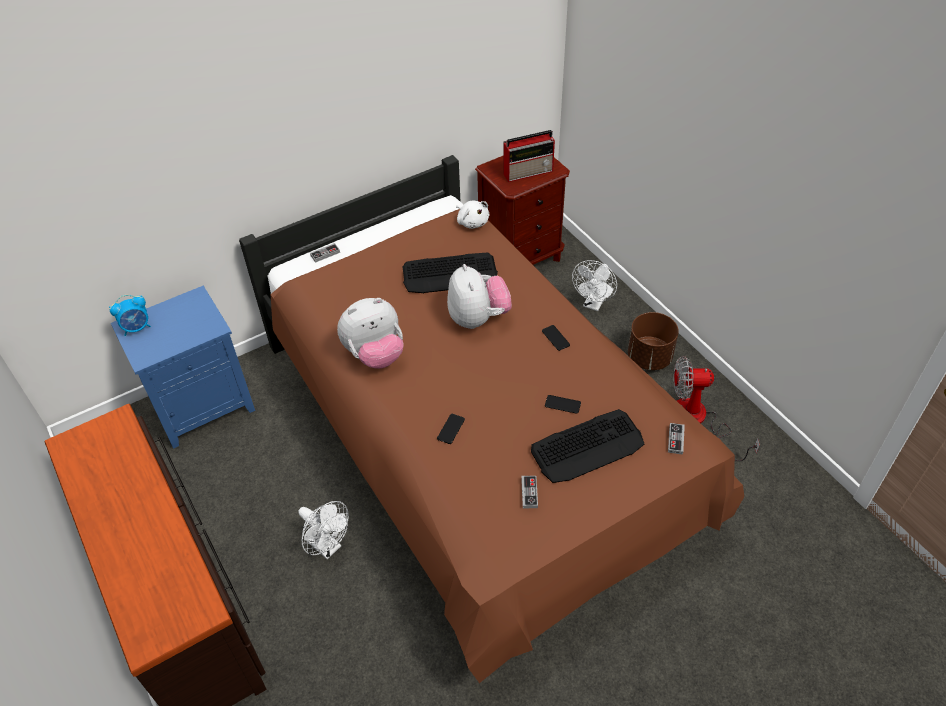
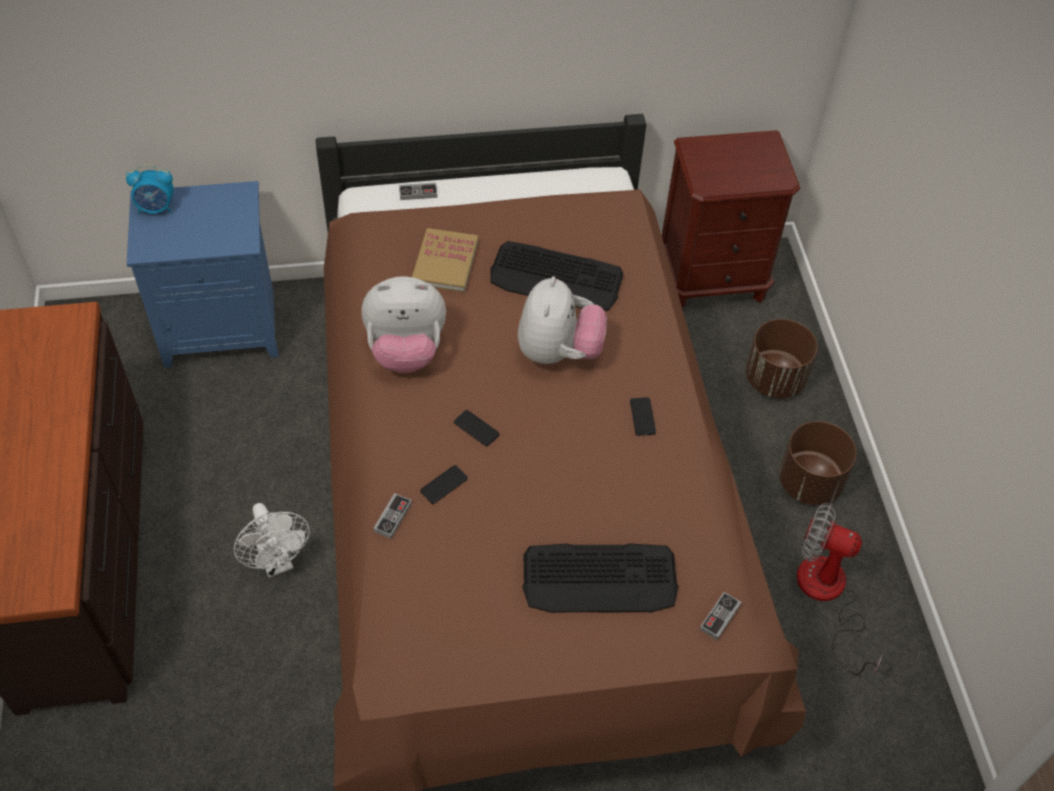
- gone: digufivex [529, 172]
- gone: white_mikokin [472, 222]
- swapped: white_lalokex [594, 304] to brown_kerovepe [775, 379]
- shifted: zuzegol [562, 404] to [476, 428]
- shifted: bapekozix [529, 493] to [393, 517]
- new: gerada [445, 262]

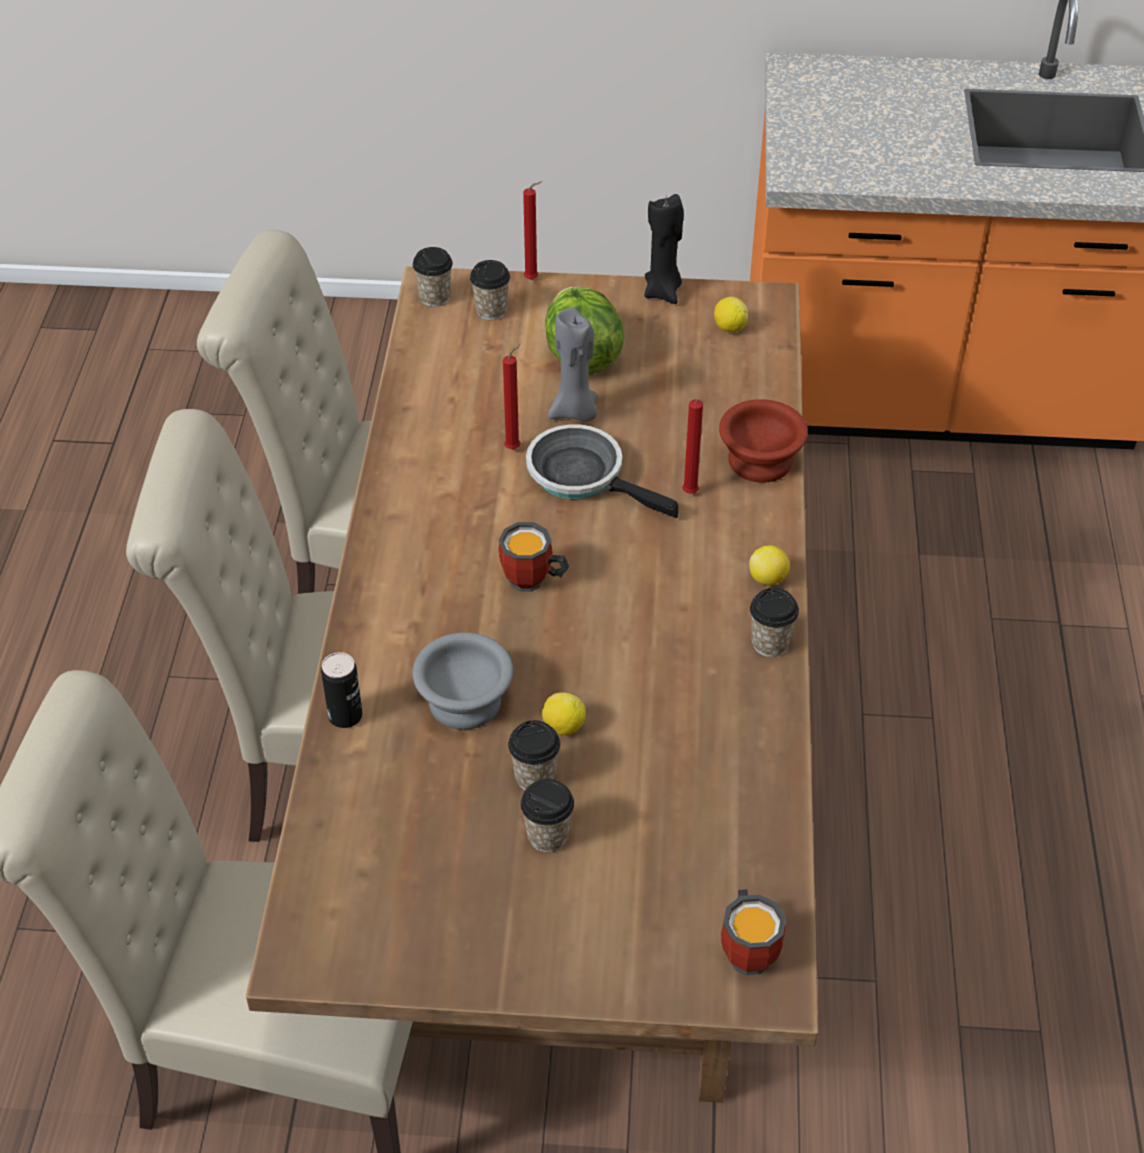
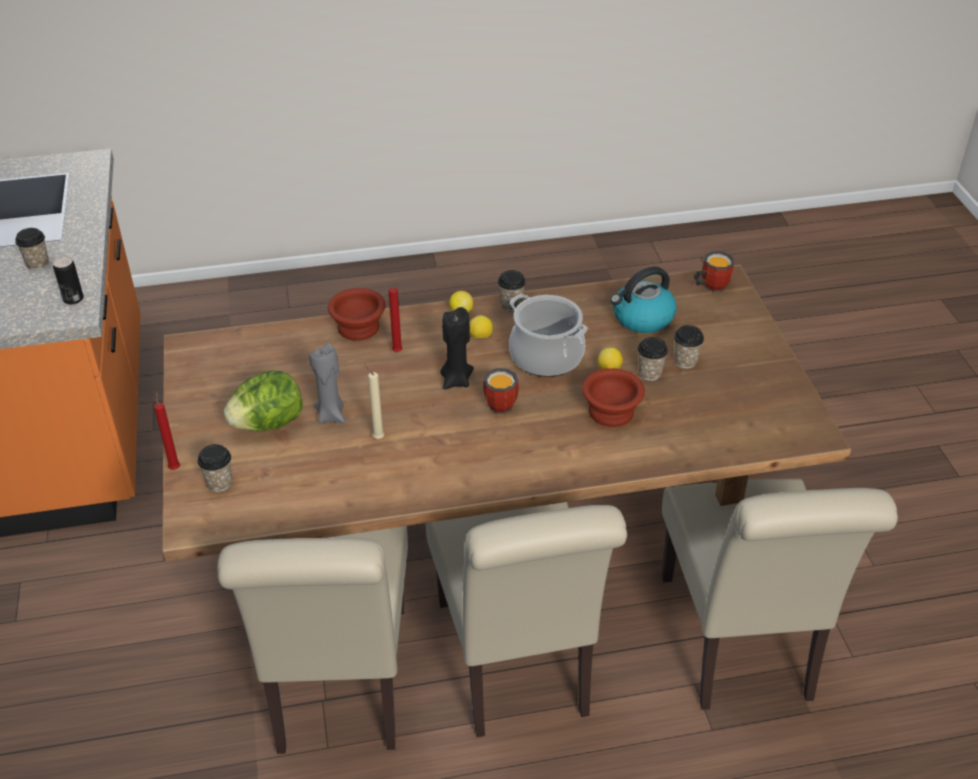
- shifted: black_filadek [663, 292] to [456, 380]
- shifted: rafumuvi [434, 297] to [37, 263]
- shifted: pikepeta [729, 327] to [480, 337]
- repainted: red_filadek [514, 448] to beige_filadek [377, 437]
- gone: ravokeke [583, 476]
- repainted: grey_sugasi [466, 704] to brown_sugasi [612, 411]
- shifted: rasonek [345, 716] to [73, 299]
- new: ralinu [642, 318]
- new: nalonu [546, 356]

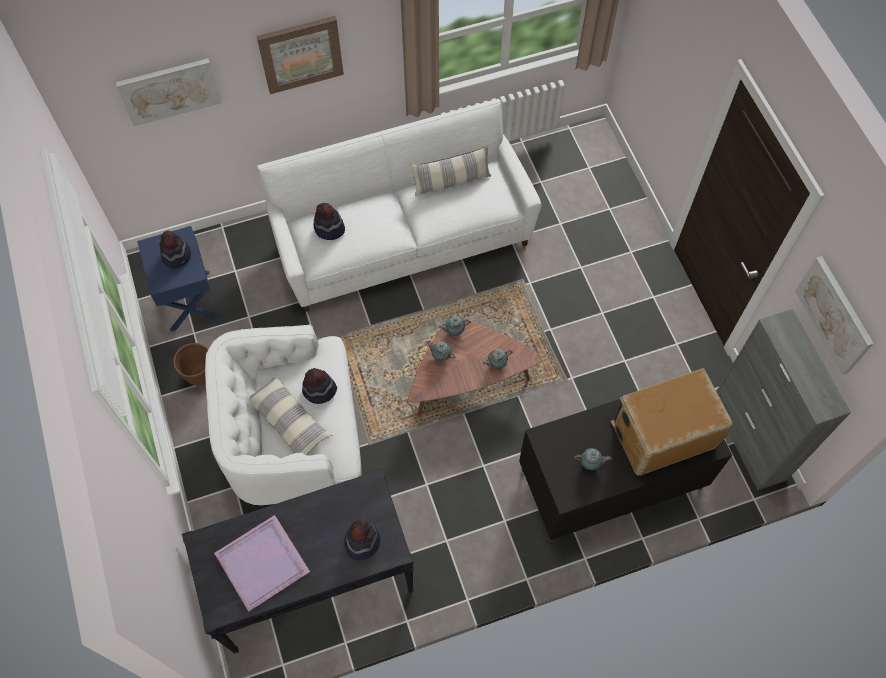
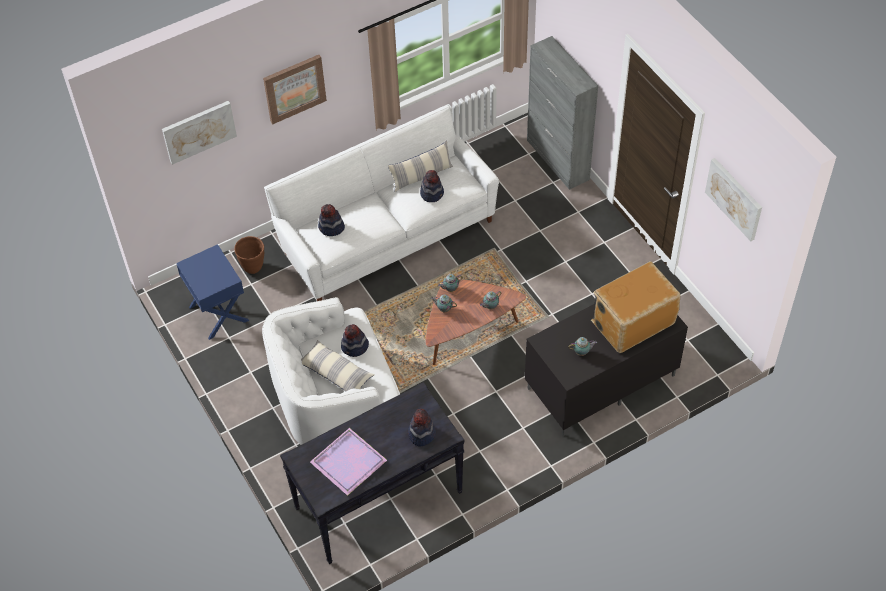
- shifted: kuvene [177, 256] to [432, 193]
- shifted: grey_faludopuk [748, 439] to [558, 160]
- shifted: brown_kerovepe [200, 376] to [253, 267]

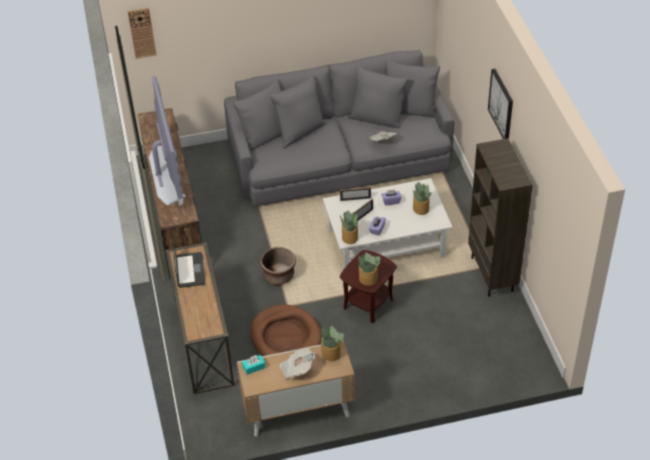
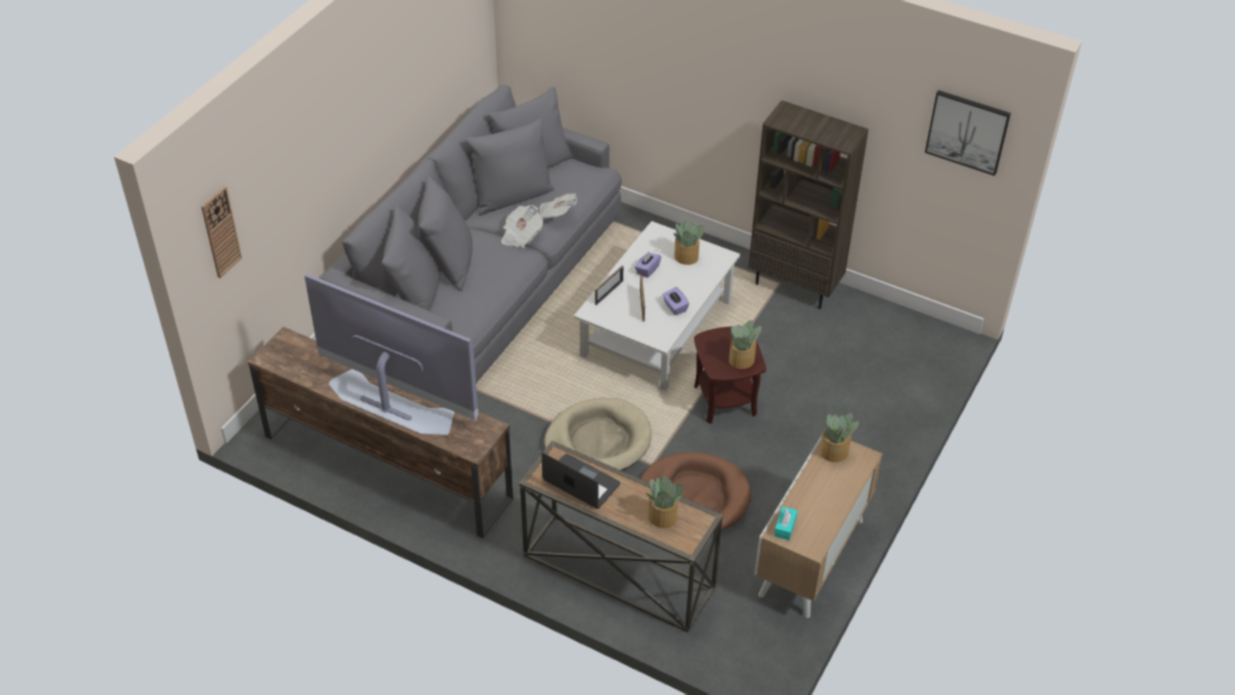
- shifted: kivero [501, 105] to [967, 131]
- shifted: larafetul [349, 238] to [663, 517]
- swapped: brown_kerovepe [279, 275] to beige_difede [597, 441]
- shifted: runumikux [297, 369] to [521, 235]

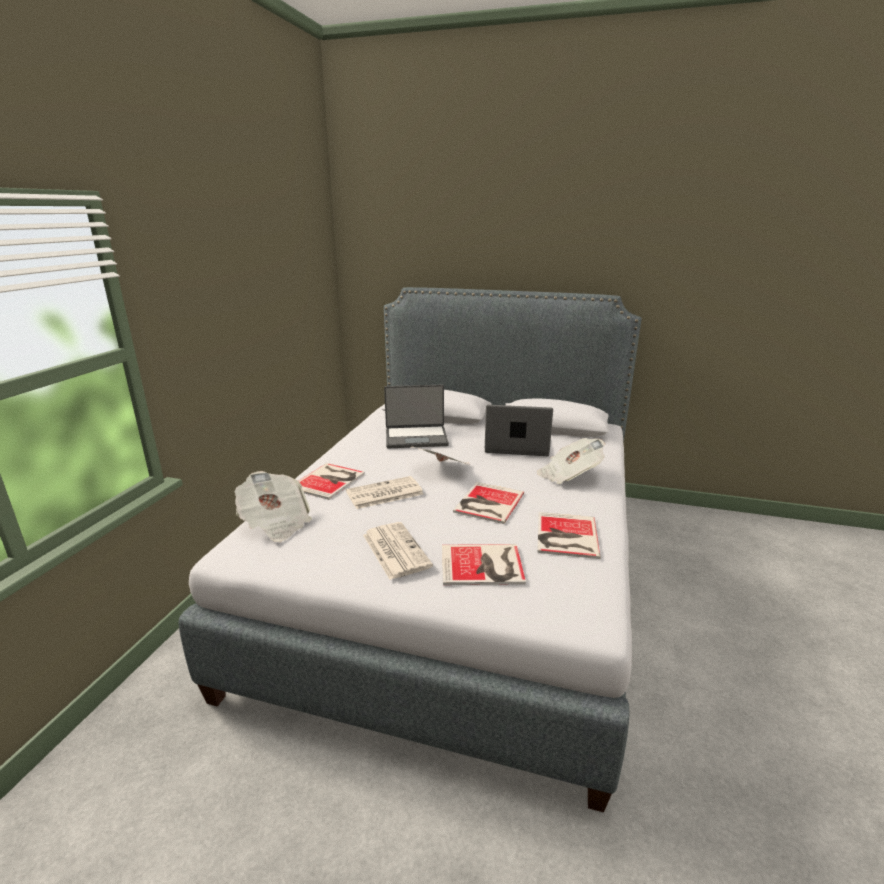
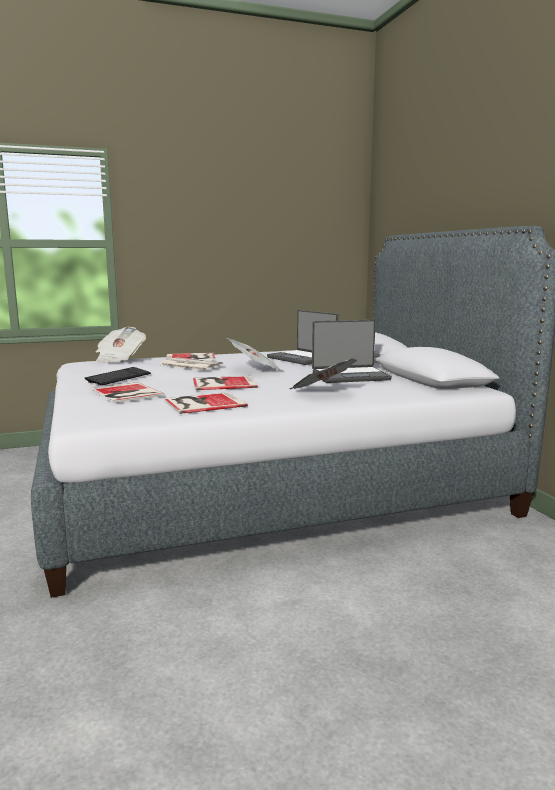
- rotated: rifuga [516, 446] = [350, 376] 105 degrees clockwise
- swapped: runumikux [395, 550] to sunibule [119, 378]

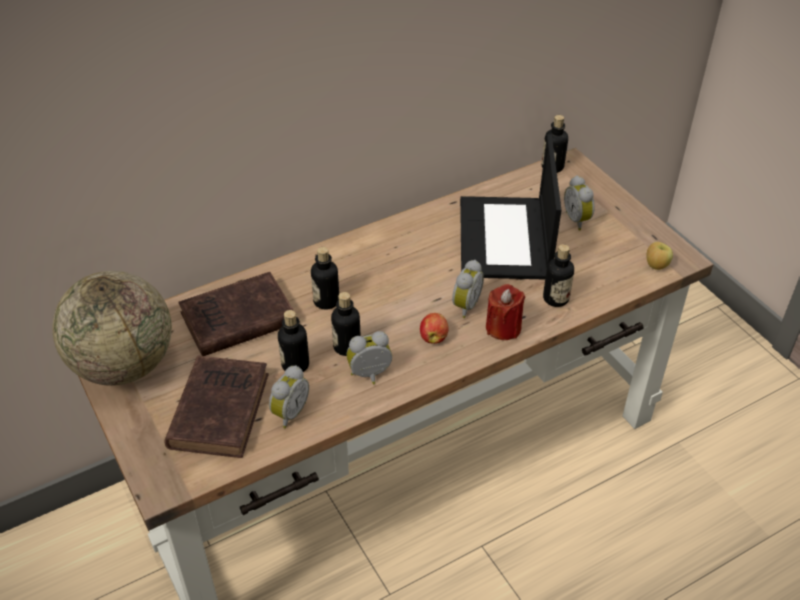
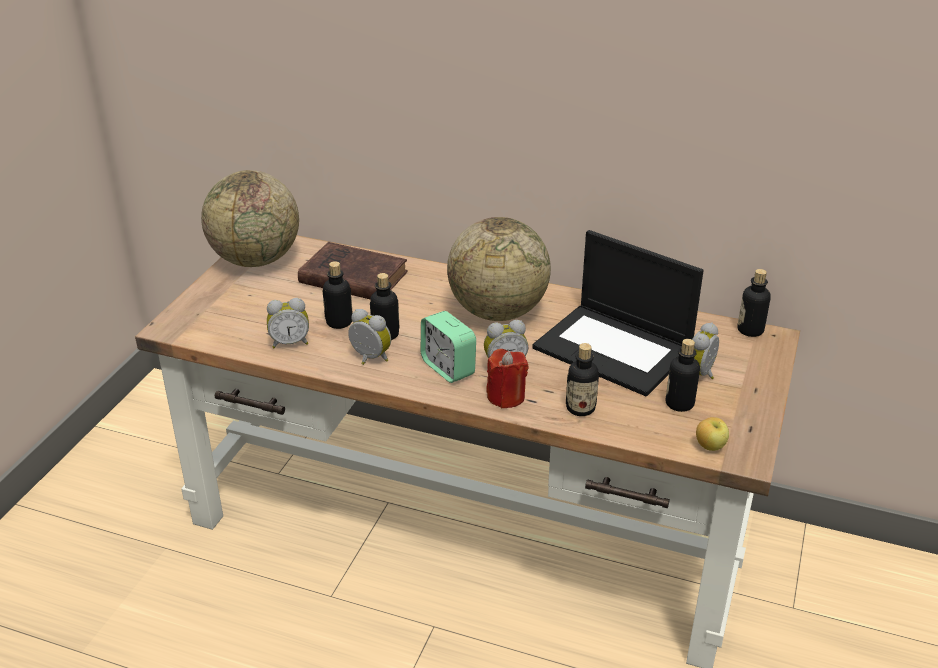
- rotated: rifuga [505, 239] = [615, 349] 105 degrees counterclockwise
- shifted: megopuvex [326, 301] to [679, 403]
- swapped: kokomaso [433, 337] to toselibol [448, 368]
- gone: brown_gerada [220, 408]
- new: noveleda [497, 312]

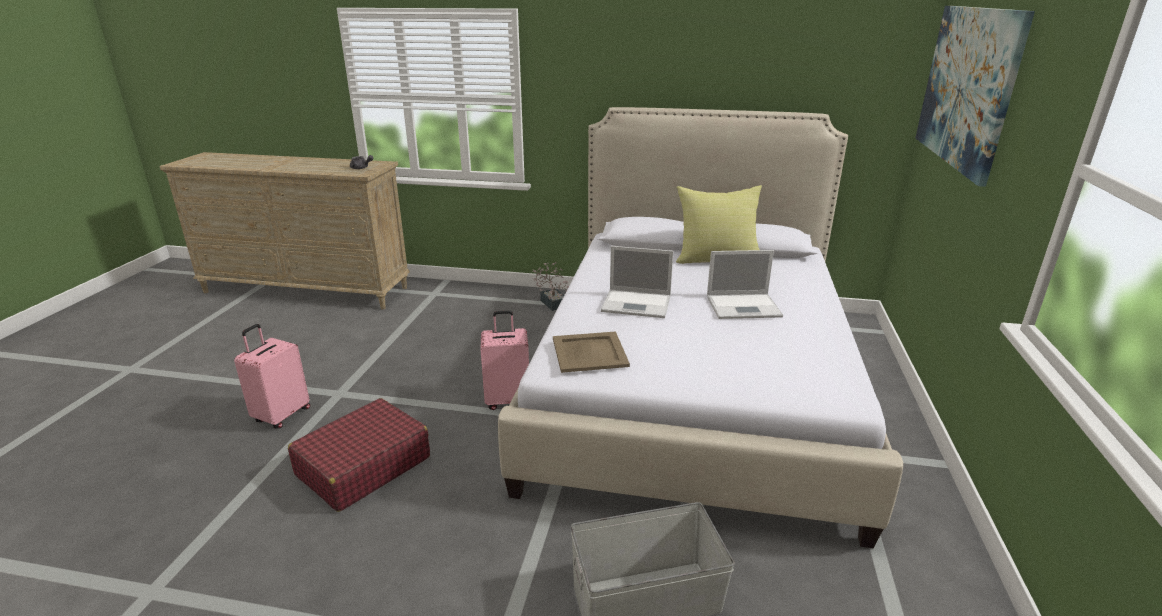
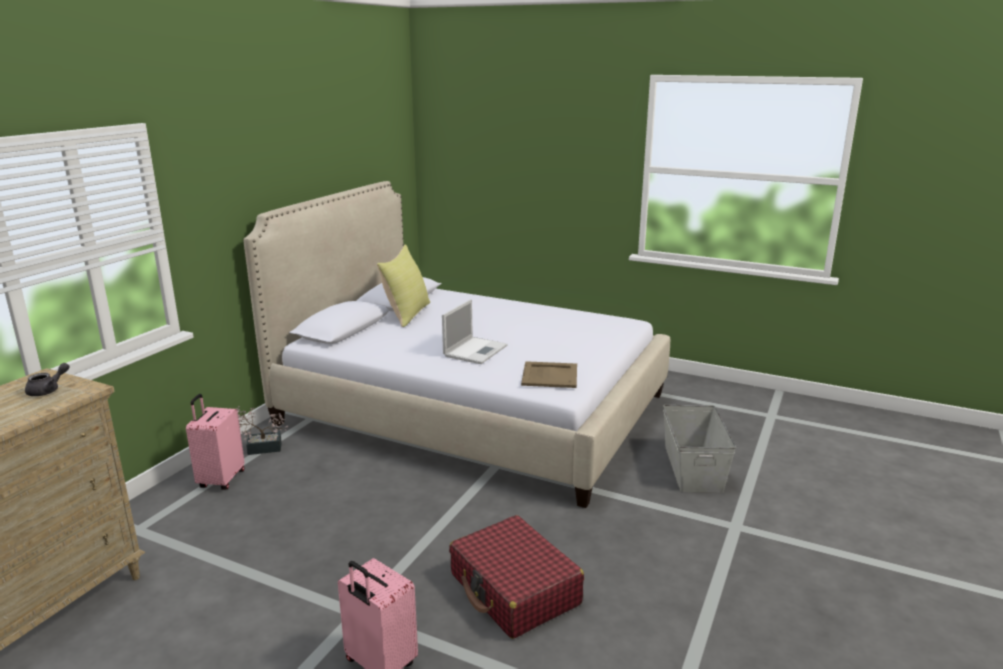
- gone: kivero [967, 87]
- gone: rifuga [744, 306]
- shifted: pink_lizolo [508, 400] to [220, 480]

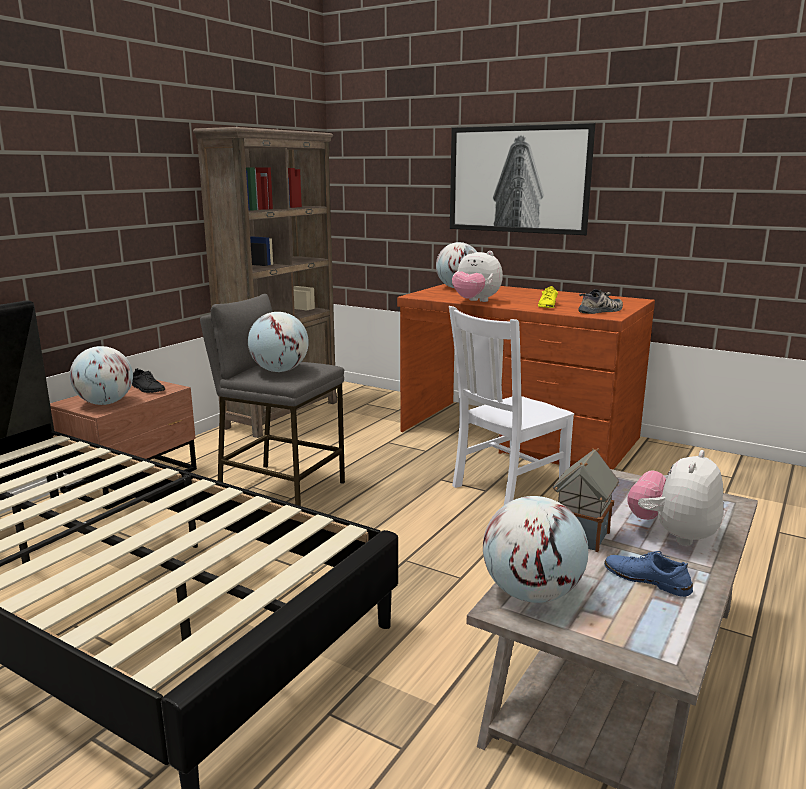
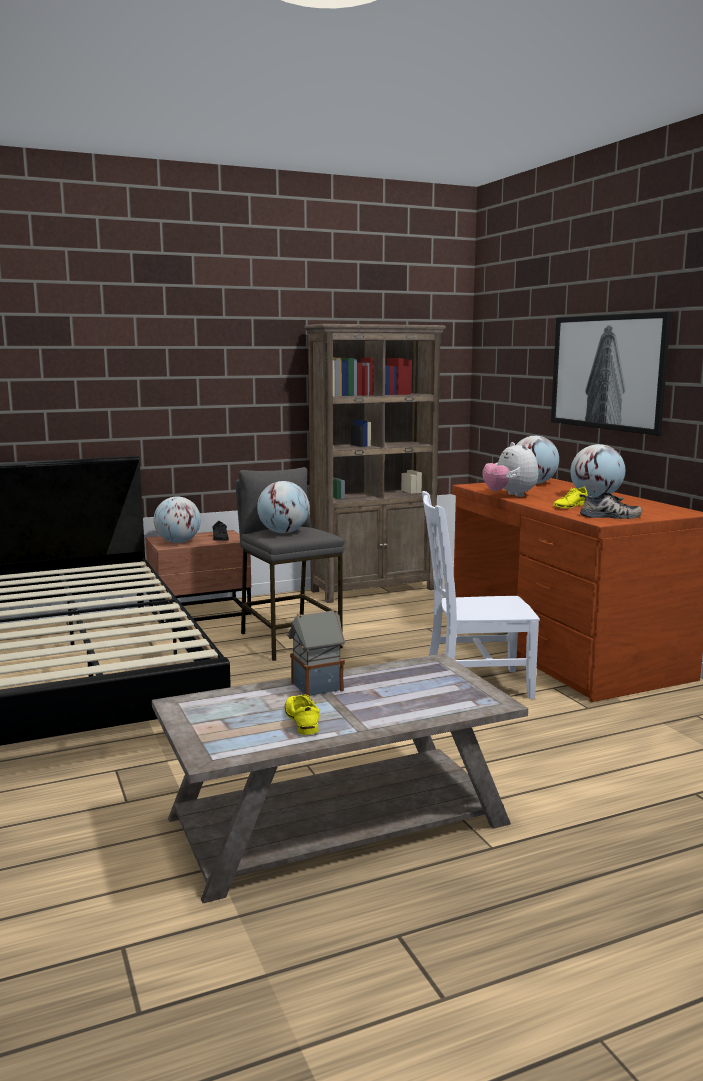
- gone: mikokin [673, 534]
- shifted: noveleda [531, 593] to [595, 497]
- repainted: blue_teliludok [647, 579] to yellow_teliludok [302, 720]

